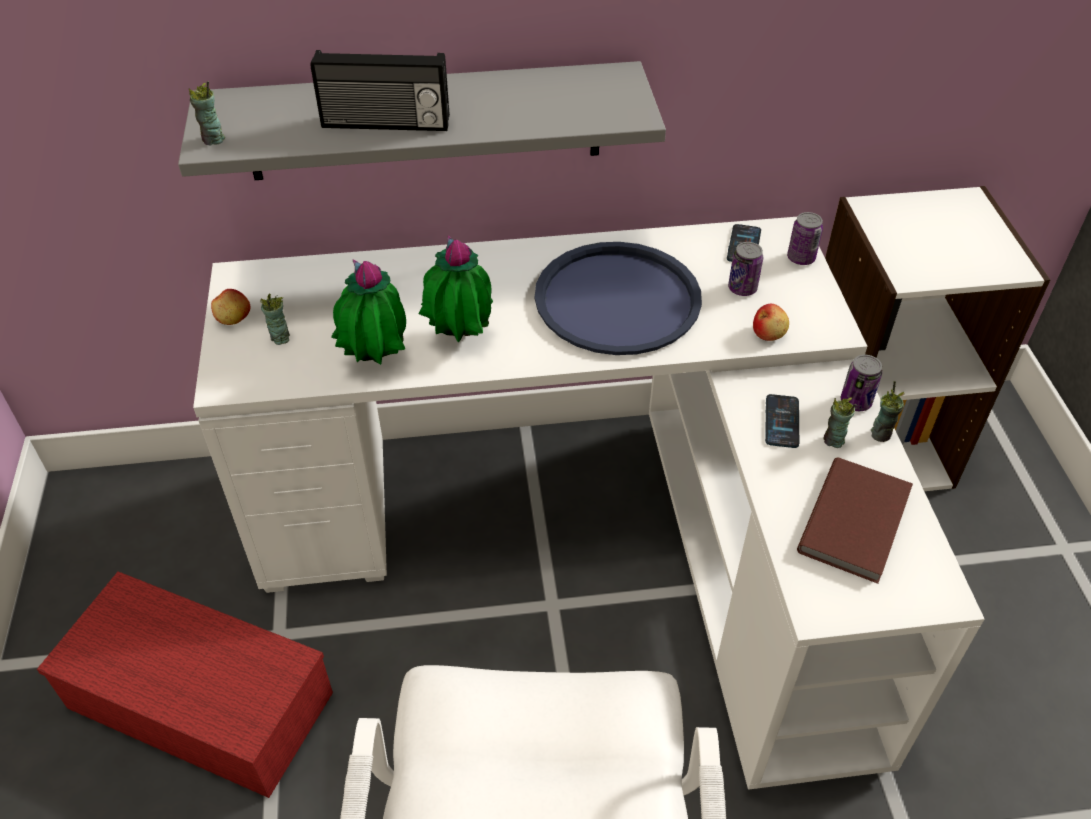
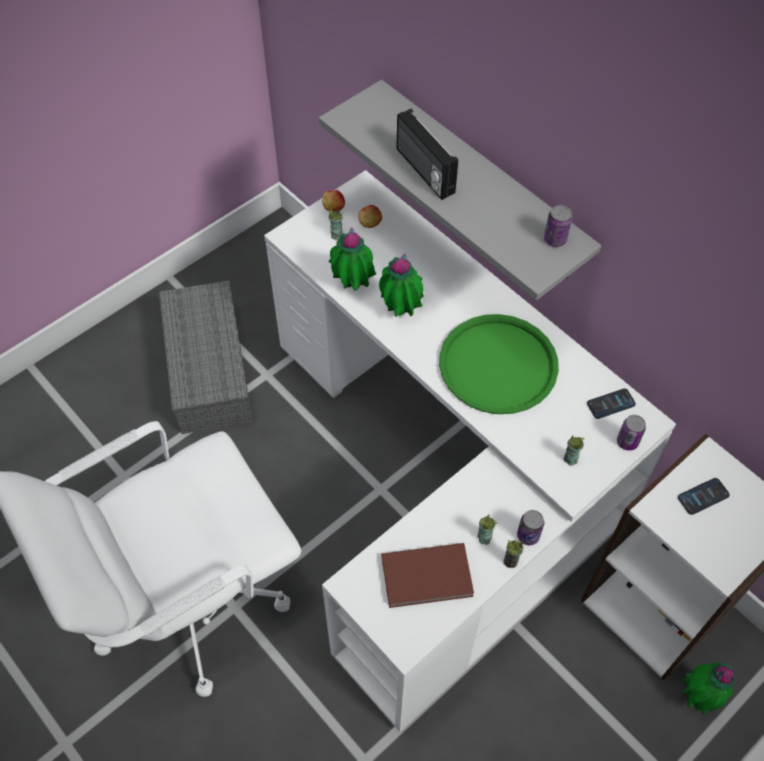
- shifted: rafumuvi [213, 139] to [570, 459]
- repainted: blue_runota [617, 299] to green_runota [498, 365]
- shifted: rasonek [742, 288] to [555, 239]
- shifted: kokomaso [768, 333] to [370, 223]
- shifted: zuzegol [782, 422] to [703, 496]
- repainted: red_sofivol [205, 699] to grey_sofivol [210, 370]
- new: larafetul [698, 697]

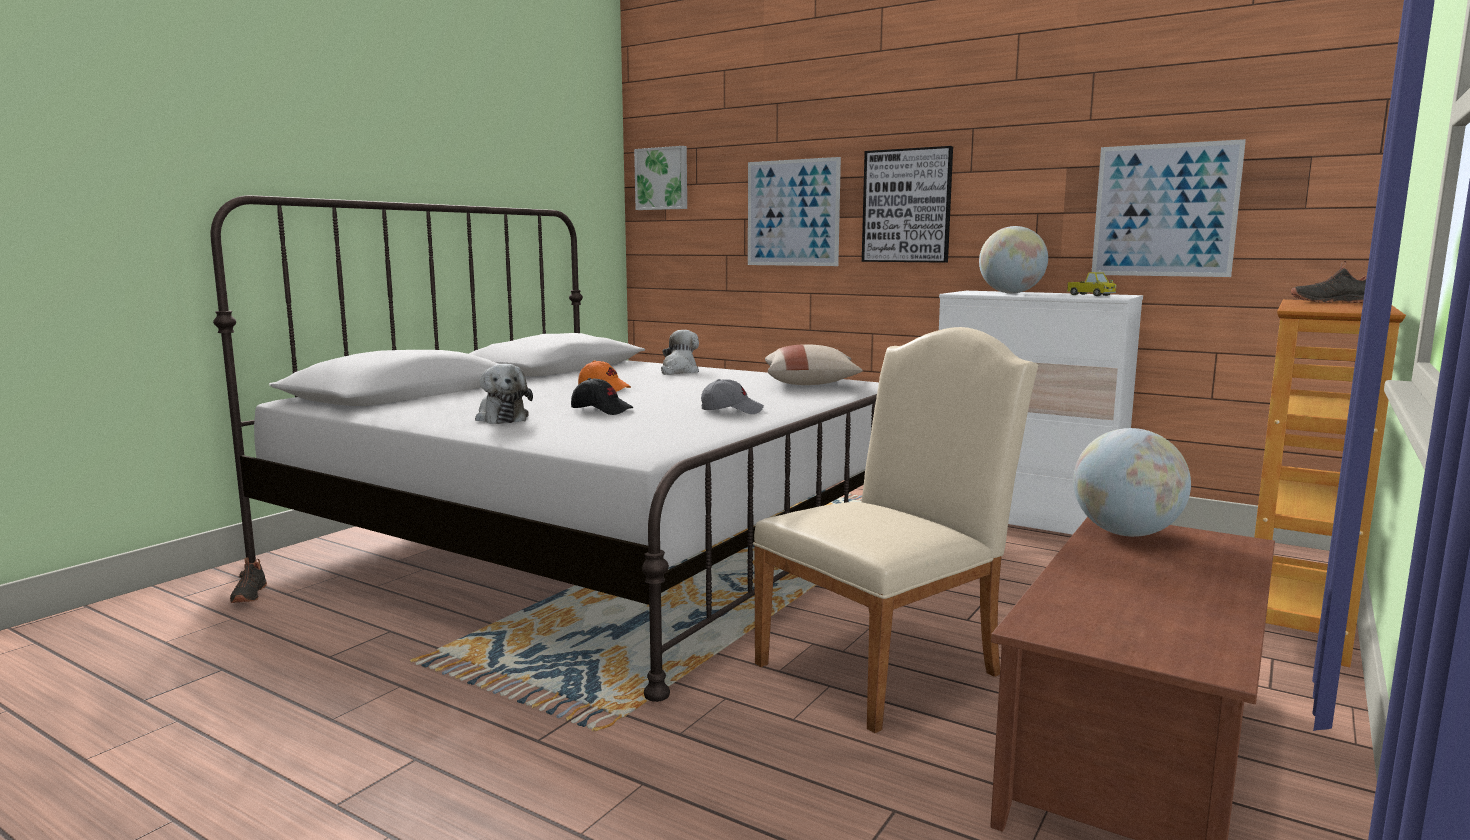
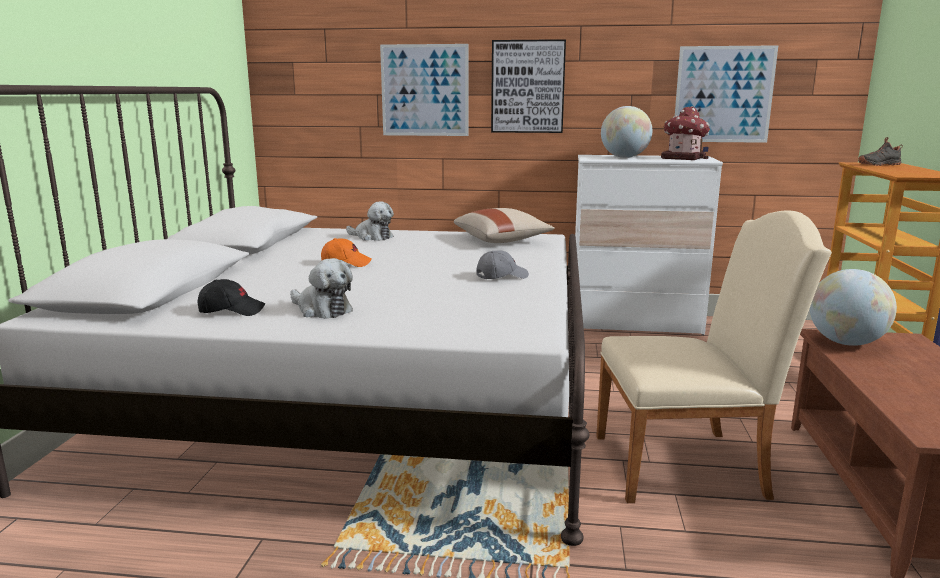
- gone: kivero [662, 179]
- swapped: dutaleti [1090, 295] to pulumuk [683, 158]
- rotated: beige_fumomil [888, 664] = [690, 465] 60 degrees clockwise
- rotated: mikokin [679, 371] = [372, 237] 120 degrees clockwise
- shifted: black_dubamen [602, 410] to [232, 310]
- gone: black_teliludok [248, 595]

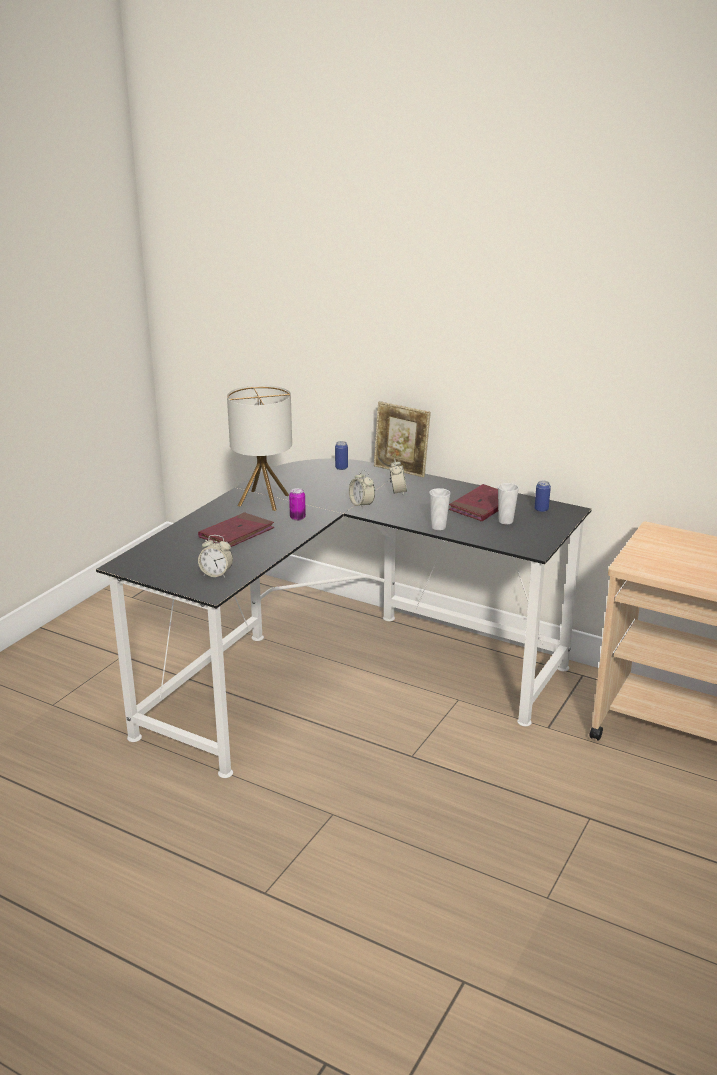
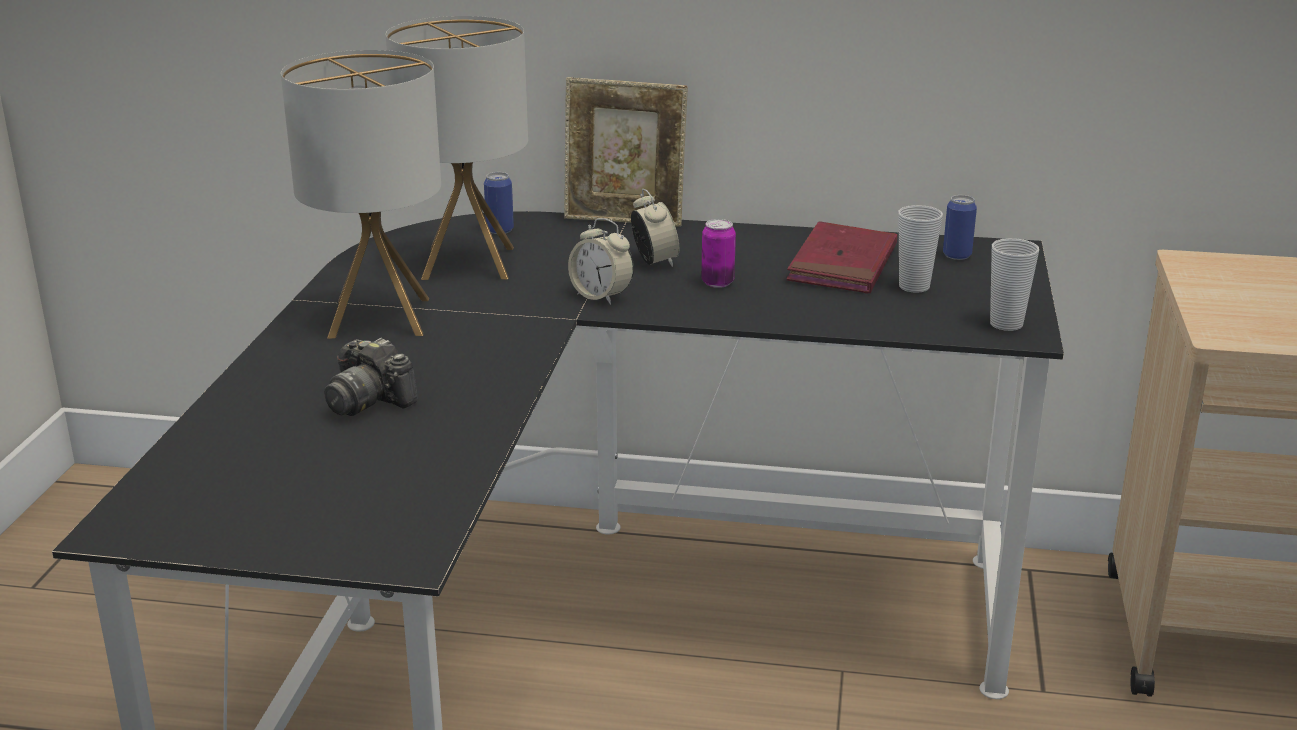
- shifted: rasonek [297, 518] to [717, 282]
- shifted: rafumuvi [438, 527] to [1006, 324]
- swapped: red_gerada [236, 534] to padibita [369, 400]
- gone: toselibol [216, 574]
- new: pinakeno [468, 263]

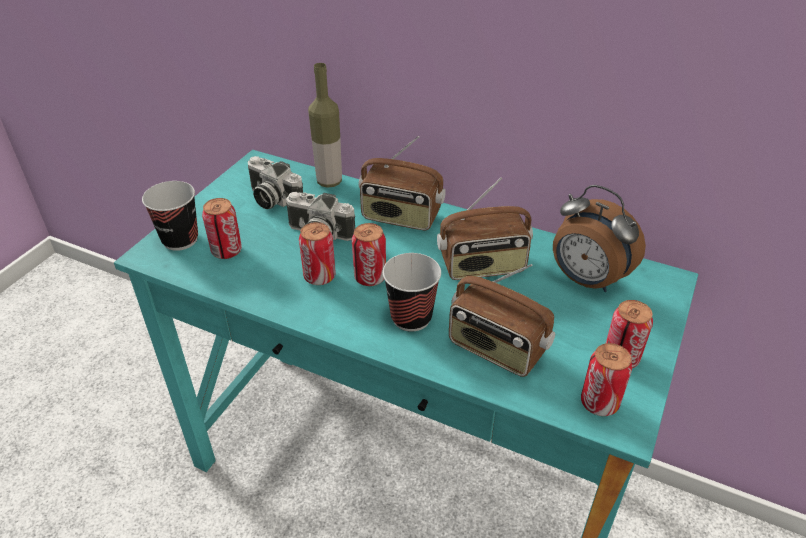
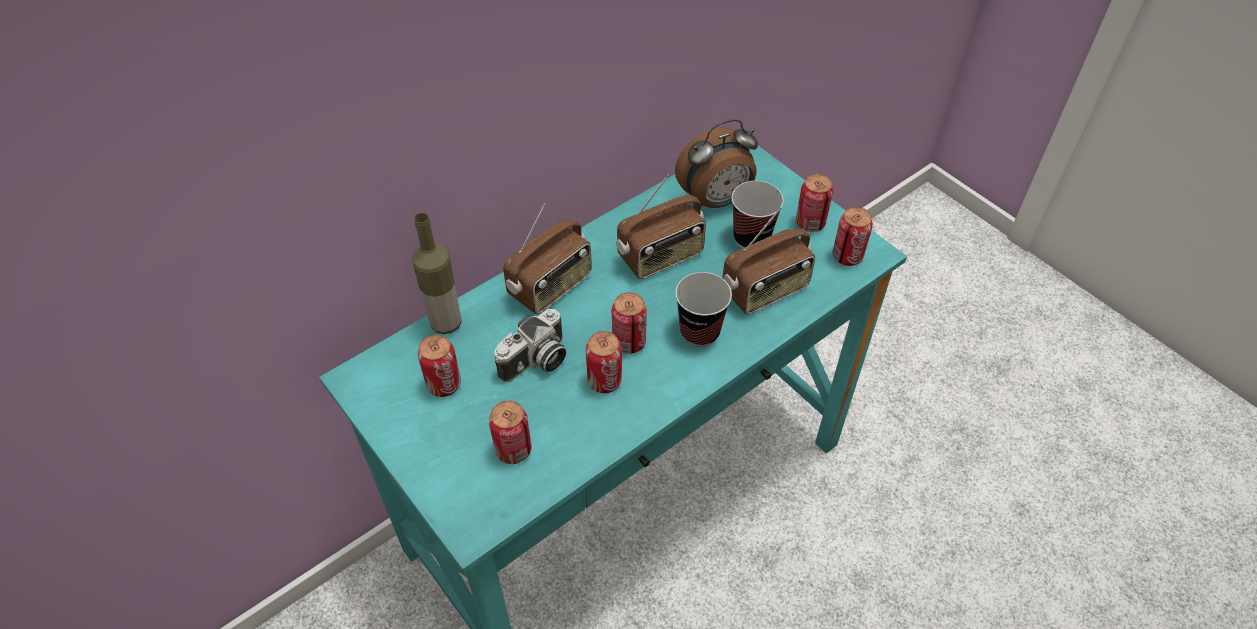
- swapped: padibita [272, 199] to rasonek [444, 384]
- rotated: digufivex [483, 267] = [661, 257] 45 degrees clockwise
- shifted: rafumuvi [180, 240] to [751, 238]

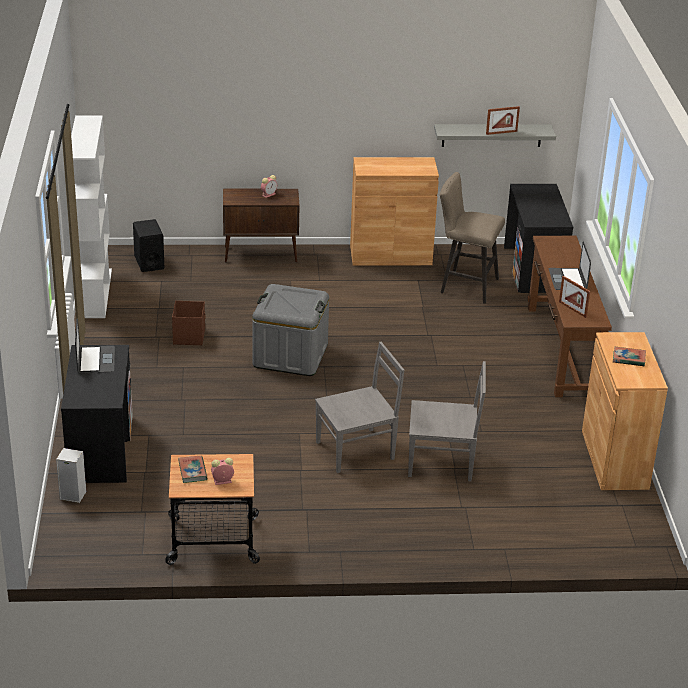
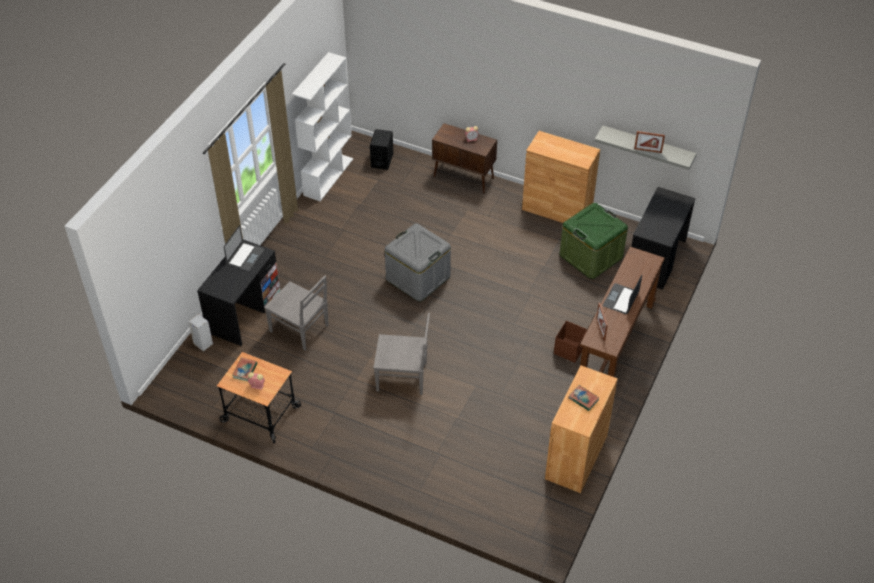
- swapped: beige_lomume [465, 285] to green_sofivol [591, 256]
- shifted: brown_sofivol [189, 336] to [570, 350]
- shifted: grey_fumomil [442, 462] to [300, 329]

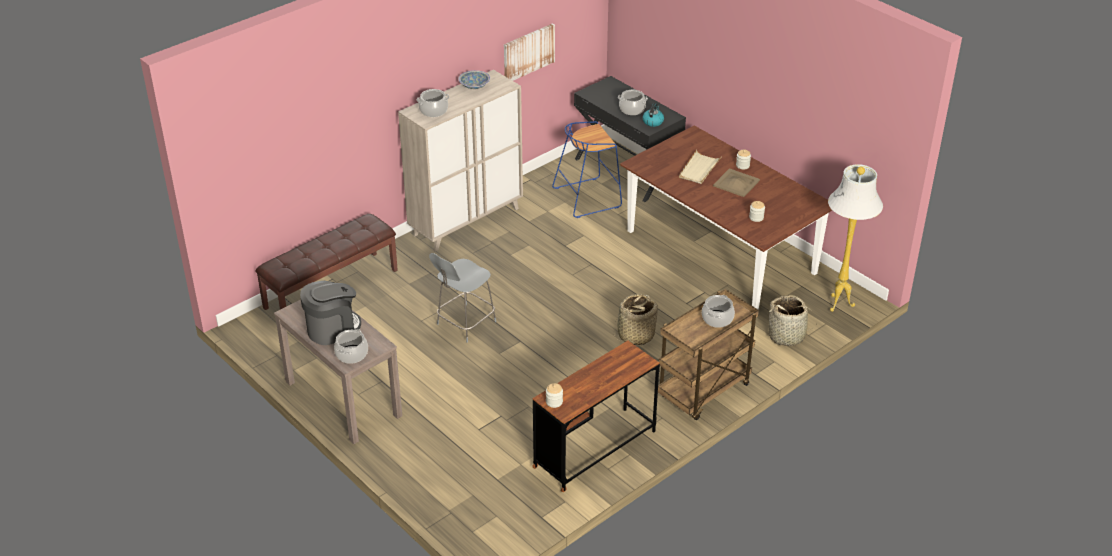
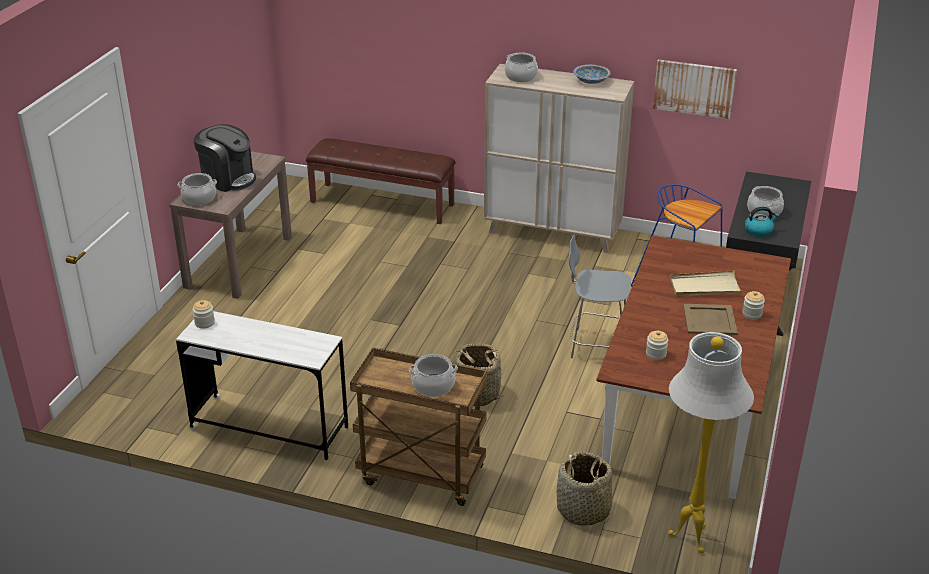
- shifted: grey_fumomil [465, 324] to [596, 345]
- repainted: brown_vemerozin [595, 449] to white_vemerozin [269, 428]

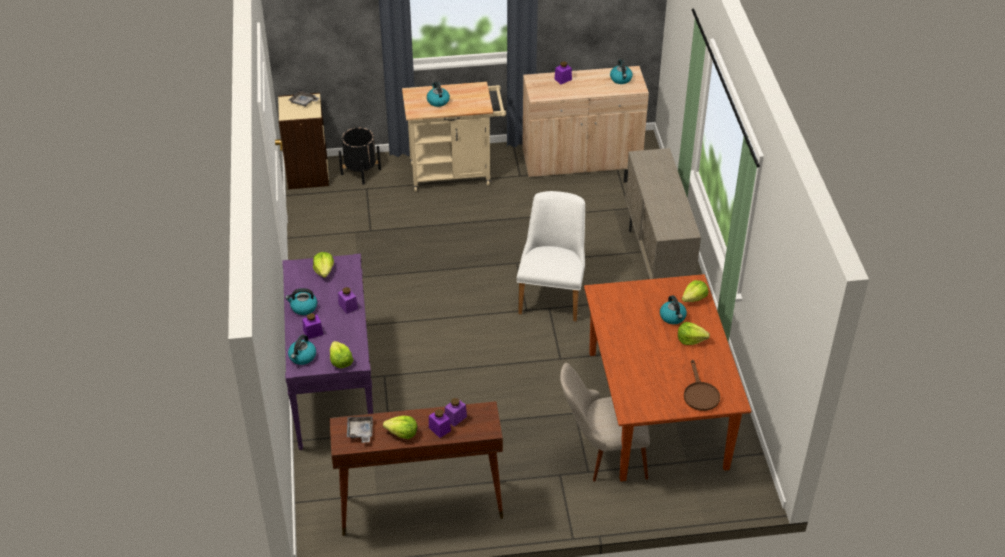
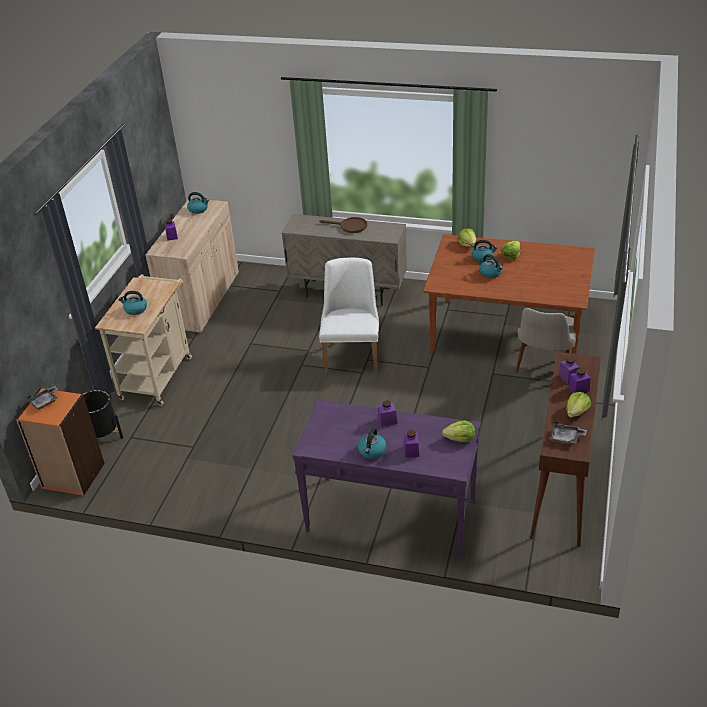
- repainted: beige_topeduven [307, 174] to orange_topeduven [73, 476]
- rotated: white_fumomil [552, 294] = [352, 354] 60 degrees clockwise
- gone: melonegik [324, 271]
- shifted: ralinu [302, 357] to [490, 273]
- shifted: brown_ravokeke [700, 394] to [349, 226]

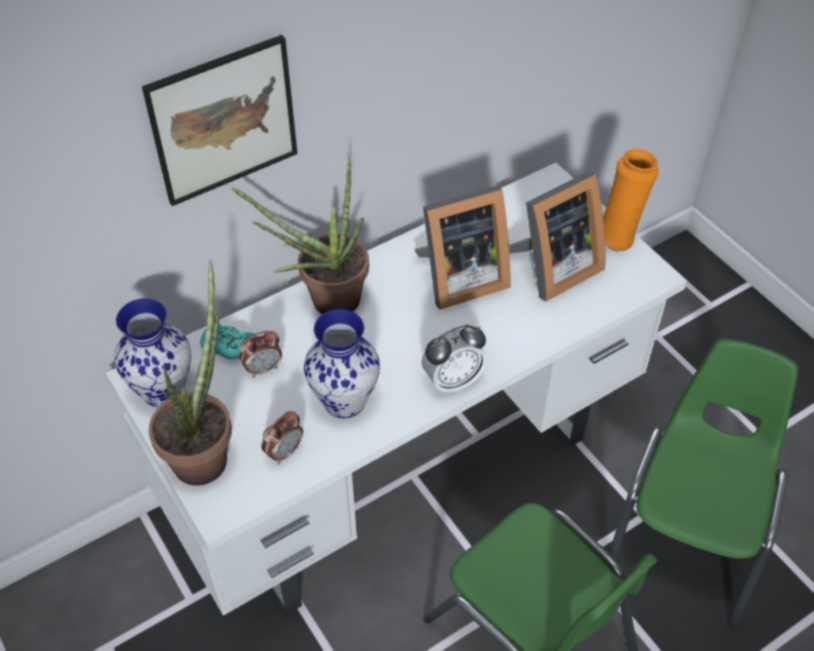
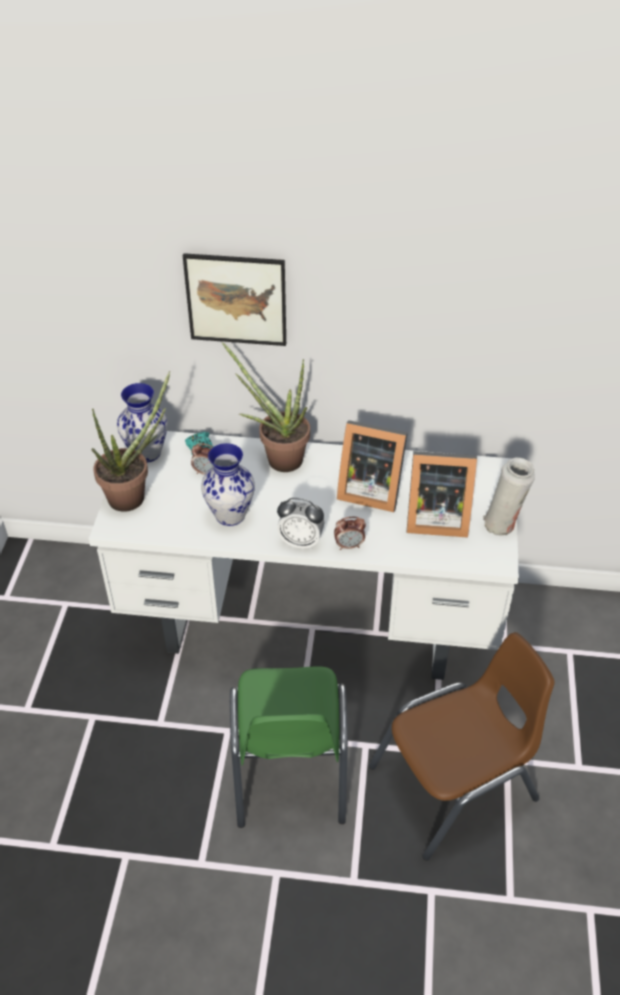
- repainted: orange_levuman [618, 236] to white_levuman [502, 524]
- repainted: green_fumomil [689, 534] to brown_fumomil [455, 785]
- shifted: toselibol [284, 452] to [349, 545]

